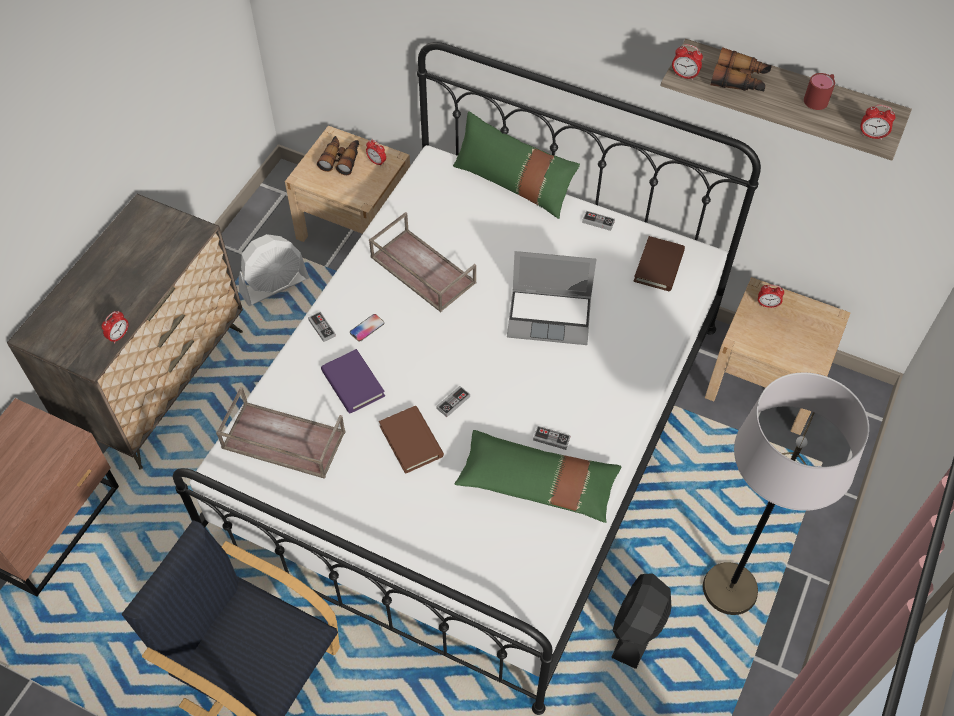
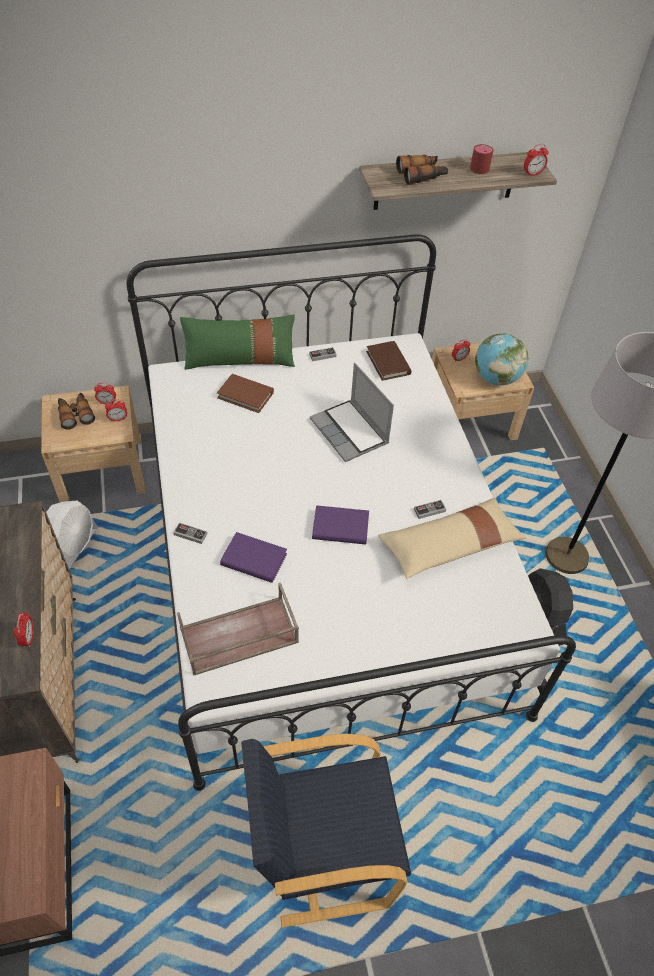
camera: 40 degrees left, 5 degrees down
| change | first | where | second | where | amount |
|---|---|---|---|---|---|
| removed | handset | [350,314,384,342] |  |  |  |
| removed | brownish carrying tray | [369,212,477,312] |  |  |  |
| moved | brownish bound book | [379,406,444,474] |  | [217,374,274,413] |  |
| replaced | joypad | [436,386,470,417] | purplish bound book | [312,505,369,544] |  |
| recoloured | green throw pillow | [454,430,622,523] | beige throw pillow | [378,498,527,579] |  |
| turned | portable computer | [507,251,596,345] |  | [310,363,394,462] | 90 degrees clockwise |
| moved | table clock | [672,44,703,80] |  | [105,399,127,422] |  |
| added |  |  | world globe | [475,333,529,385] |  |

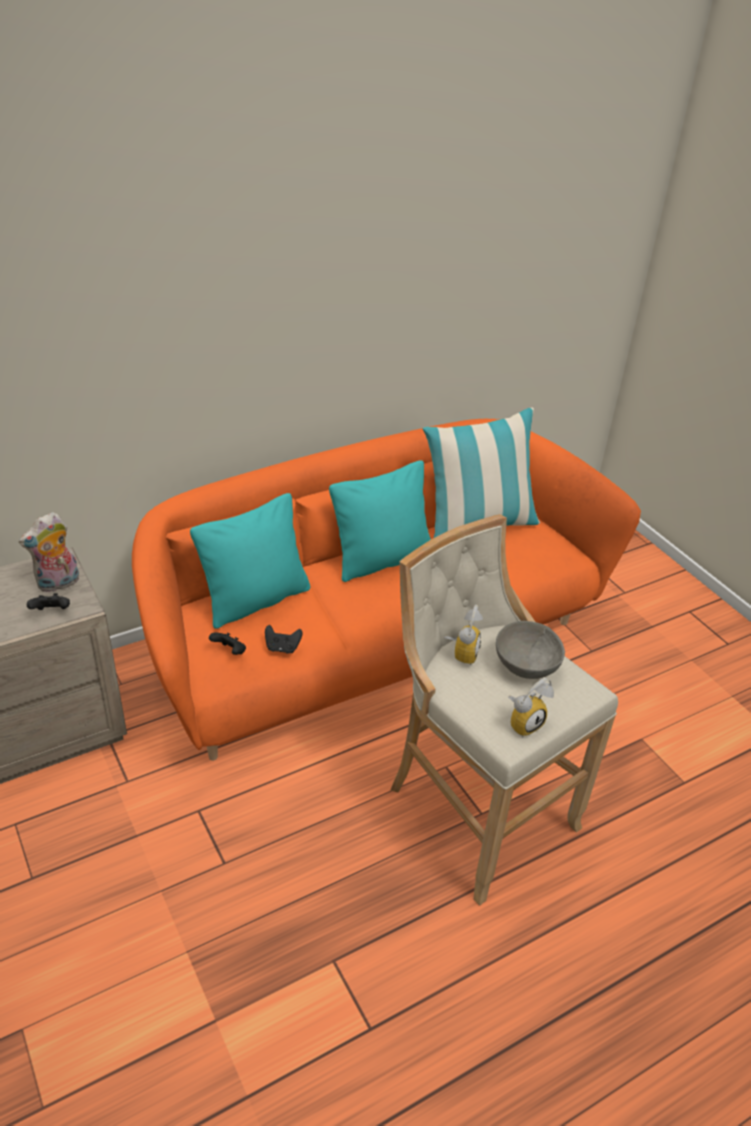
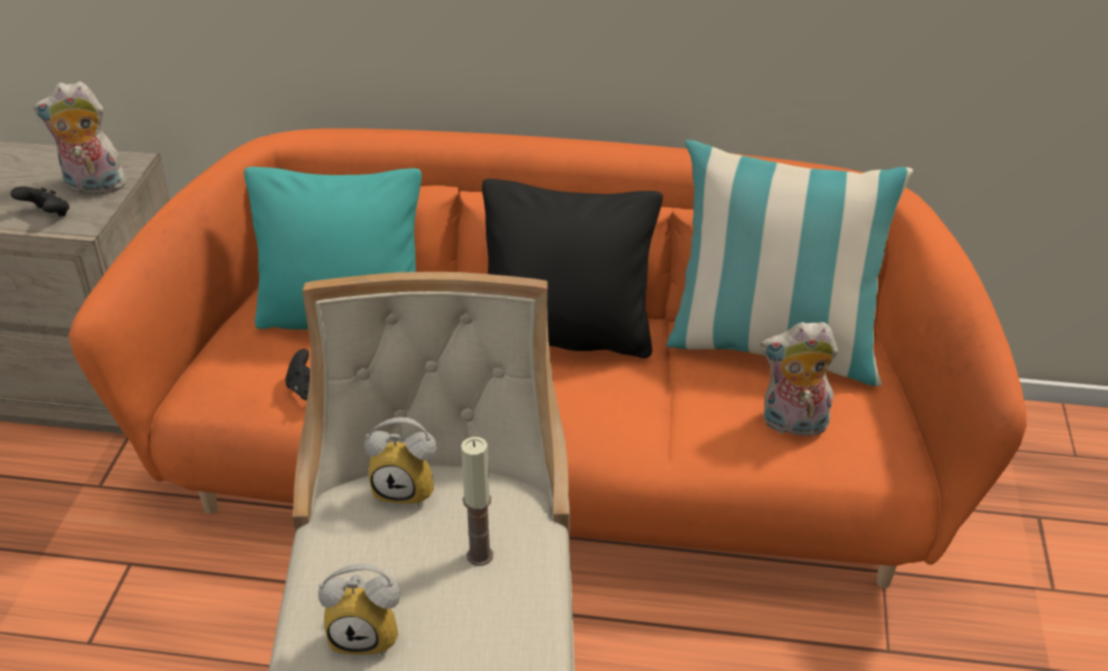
camera: 40 degrees right, 0 degrees up
| change | first | where | second | where | amount |
|---|---|---|---|---|---|
| removed | blackish joypad | [209,632,246,655] |  |  |  |
| recoloured | blue-green throw pillow | [329,460,431,582] | blackish throw pillow | [482,179,663,358] |  |
| turned | table clock | [444,605,483,665] |  | [365,417,437,506] | 45 degrees clockwise |
| replaced | grey deep dish | [496,621,565,679] | wax light | [461,437,493,566] |  |
| added |  |  | soft toy | [760,322,838,441] |  |

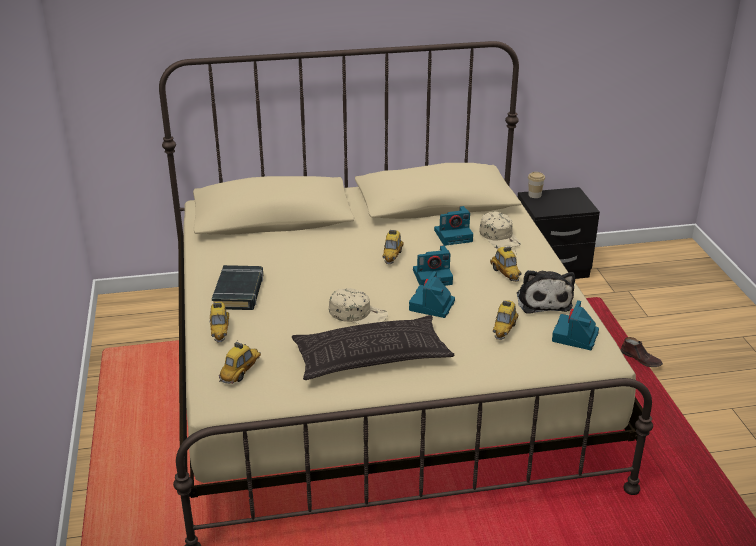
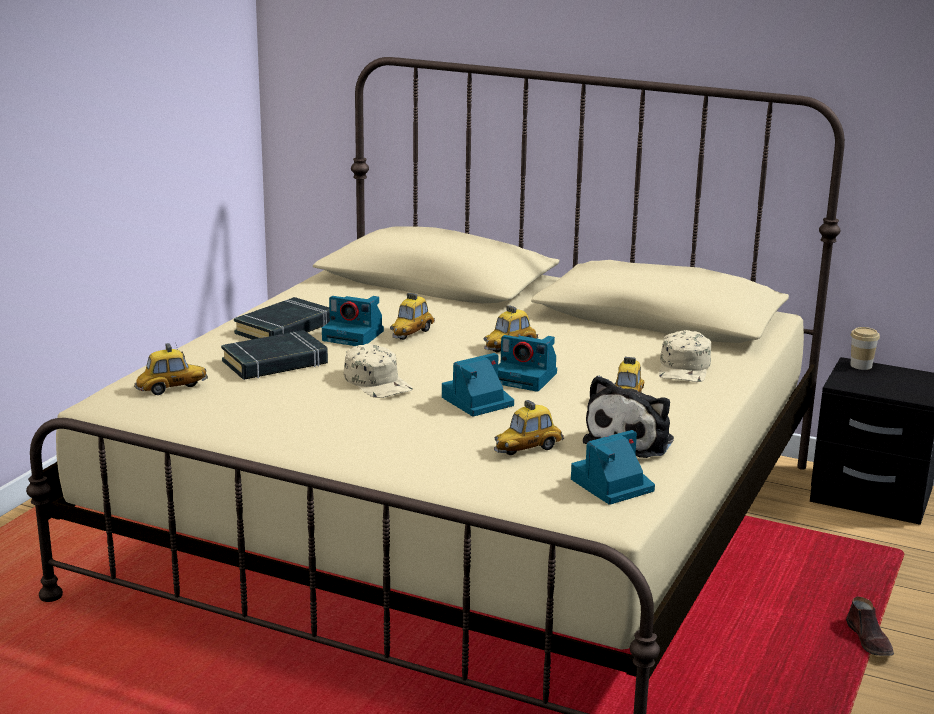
camera: 35 degrees right, 10 degrees down
| change | first | where | second | where | amount |
|---|---|---|---|---|---|
| moved | toy car | [209,302,229,343] |  | [390,293,435,340] |  |
| removed | throw pillow | [292,315,455,380] |  |  |  |
| moved | still camera | [434,206,473,246] |  | [322,296,384,346] |  |
| added |  |  | blackish bound book | [221,330,328,380] |  |

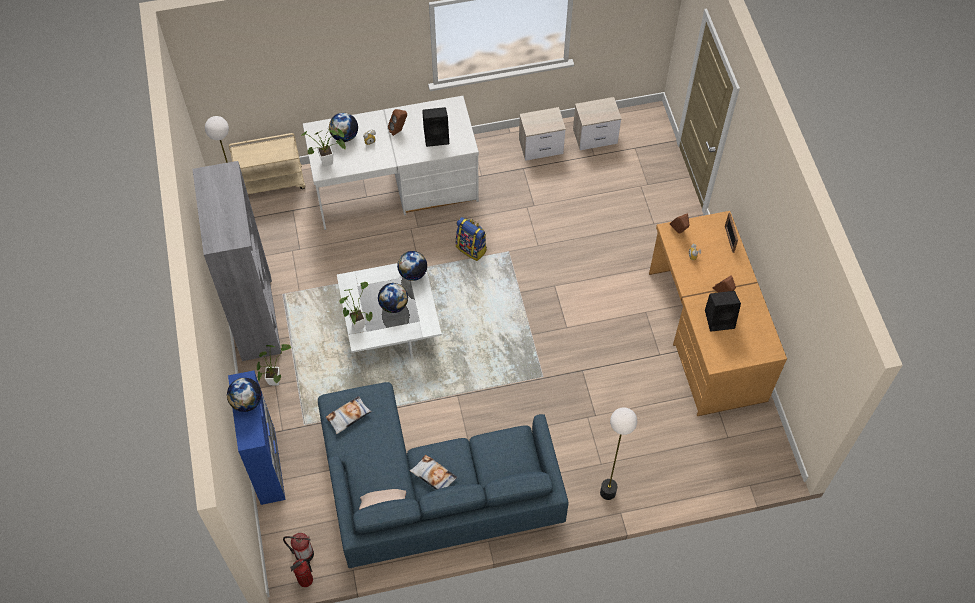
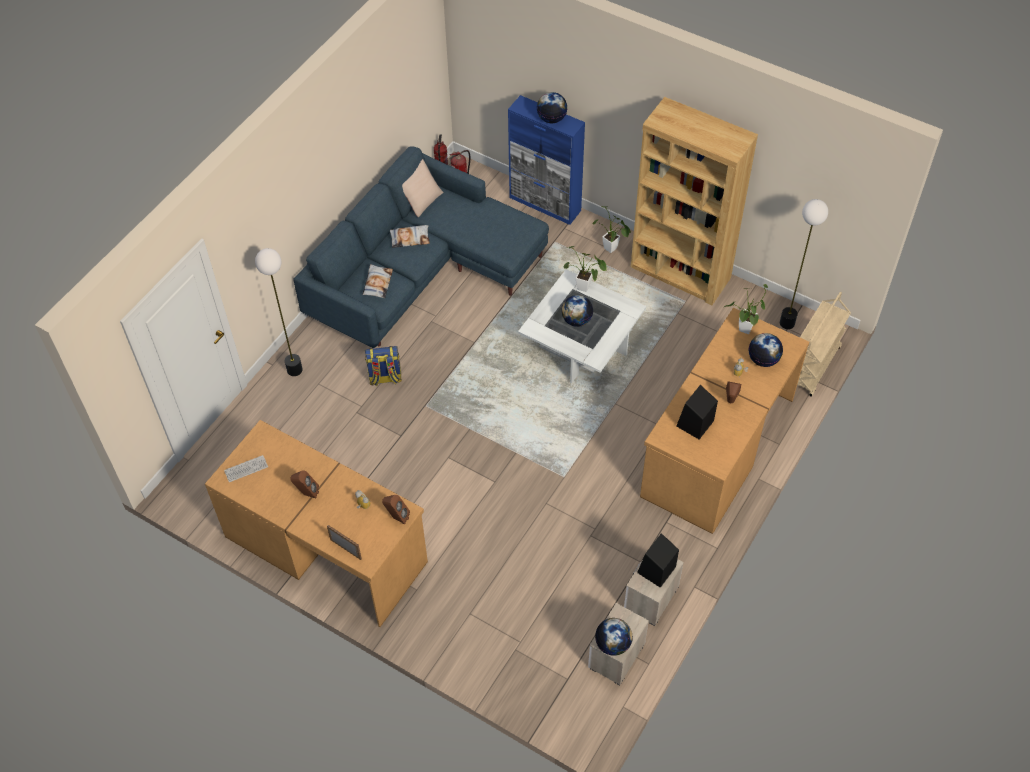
camera: 135 degrees right, 5 degrees down
| change | first | where | second | where | amount |
|---|---|---|---|---|---|
| recoloured | grey bookshelf | [192,161,281,361] | brownish bookshelf | [631,97,758,305] |  |
| recoloured | white-coloured desk unit | [303,96,479,230] | brownish desk unit | [640,308,809,534] |  |
| moved | throw pillow | [325,396,372,434] |  | [362,264,393,298] |  |
| moved | world globe | [397,251,427,281] |  | [595,618,633,656] |  |
| moved | backpack | [456,217,487,261] |  | [365,346,402,386] |  |
| moved | blackish loudspeaker | [705,291,741,332] |  | [637,533,679,588] |  |
| added |  |  | PC keyboard | [224,455,268,482] |  |

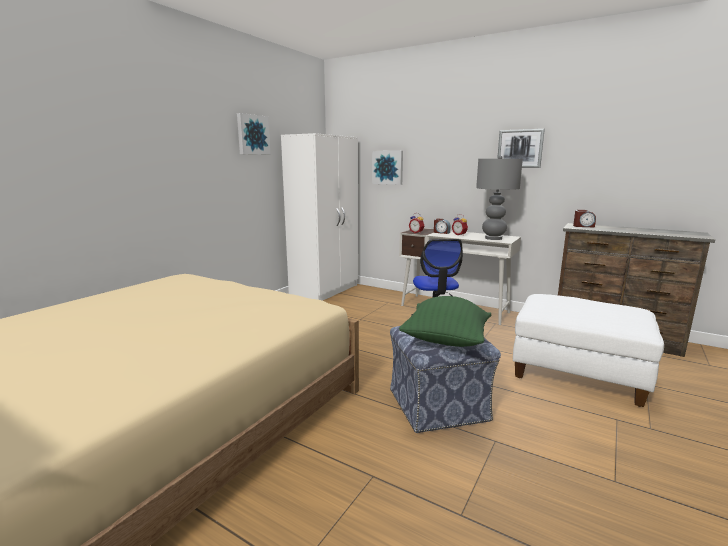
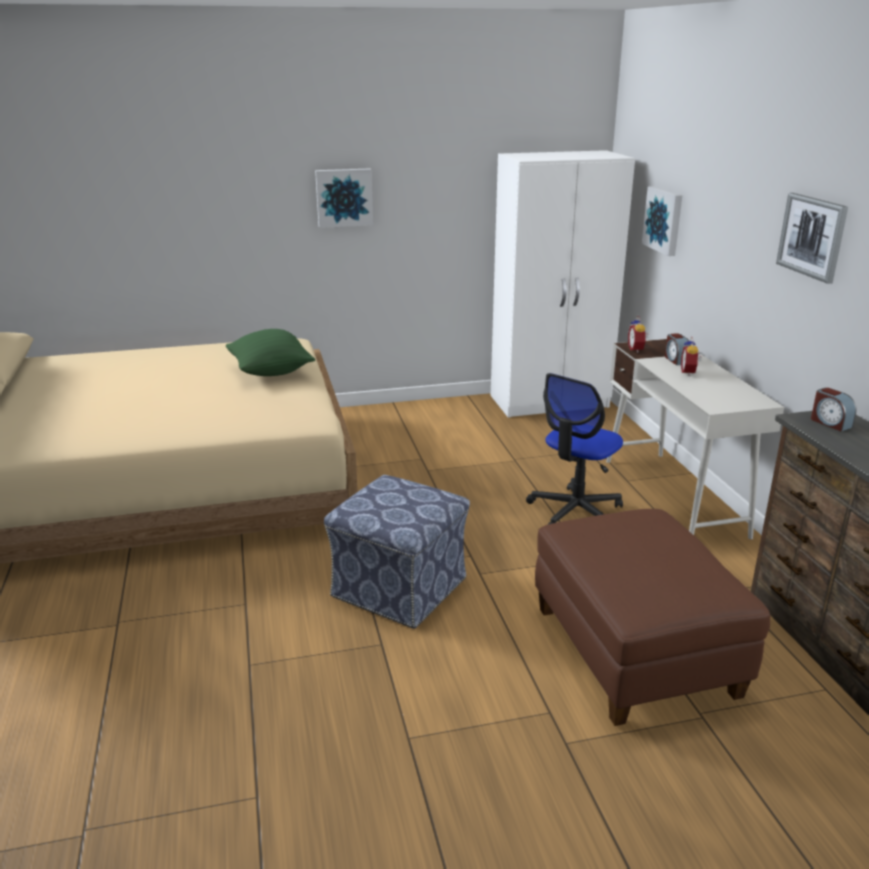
camera: 45 degrees right, 10 degrees up
| change | first | where | second | where | amount |
|---|---|---|---|---|---|
| moved | wall picture | [237,113,270,155] |  | [315,169,373,228] |  |
| moved | green throw pillow | [399,296,492,347] |  | [226,329,315,376] |  |
| removed | grey lamp for a table | [476,155,523,240] |  |  |  |
| recoloured | white-coloured ottoman | [513,294,664,407] | brownish ottoman | [535,509,770,726] |  |

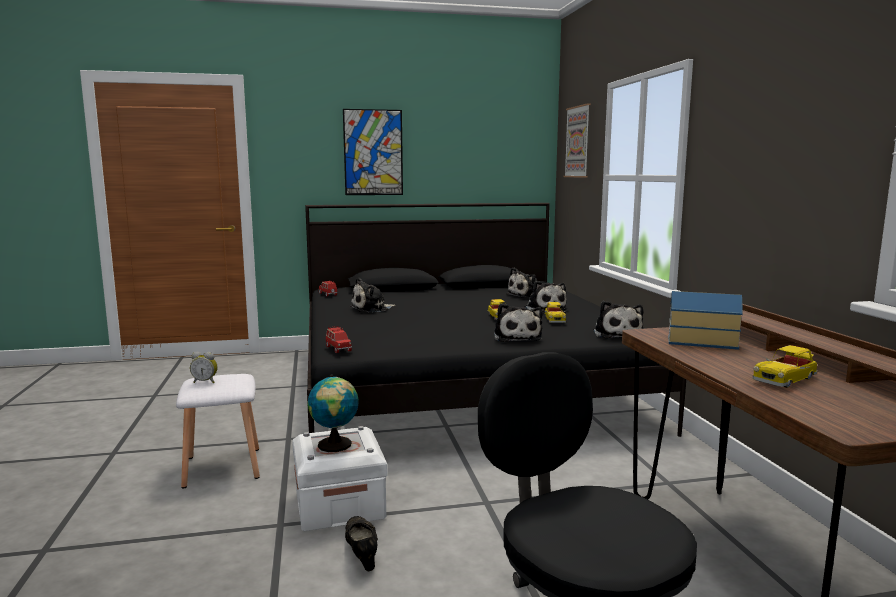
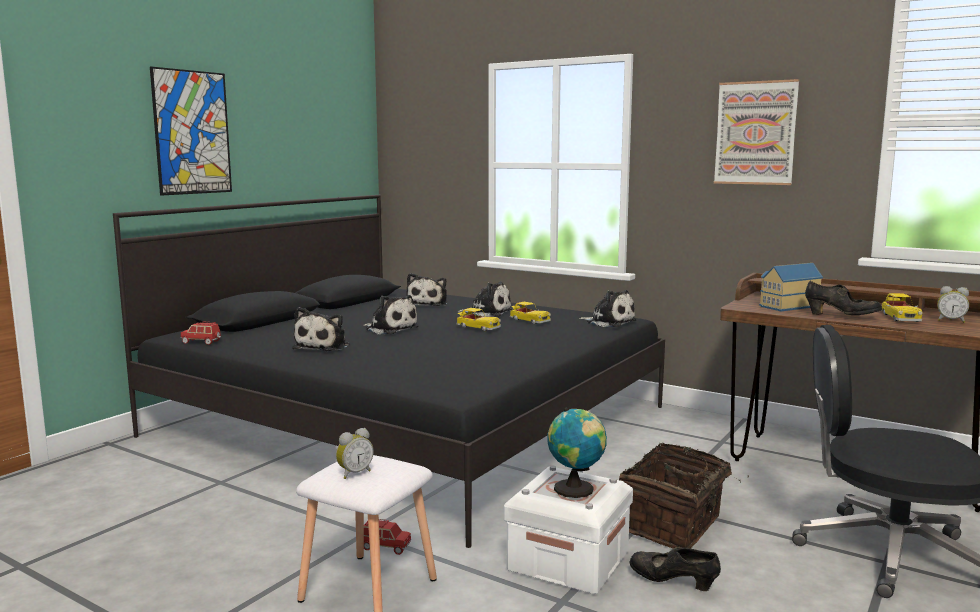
camera: 45 degrees left, 0 degrees up
| change | first | where | second | where | amount |
|---|---|---|---|---|---|
| moved | red toy car | [326,326,352,353] |  | [364,519,411,555] |  |
| moved | soft toy | [494,303,542,342] |  | [363,295,419,334] |  |
| moved | wall picture | [564,103,591,178] |  | [714,79,799,185] |  |
| added |  |  | household basket | [619,443,749,549] |  |
| added |  |  | blackish item of footwear | [805,281,882,315] |  |
| added |  |  | table clock | [937,286,969,323] |  |

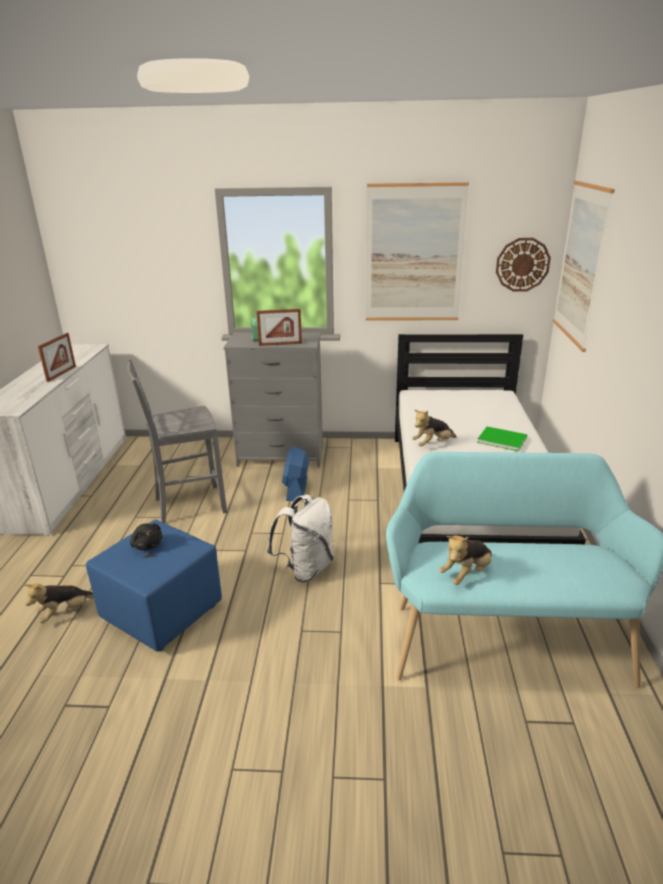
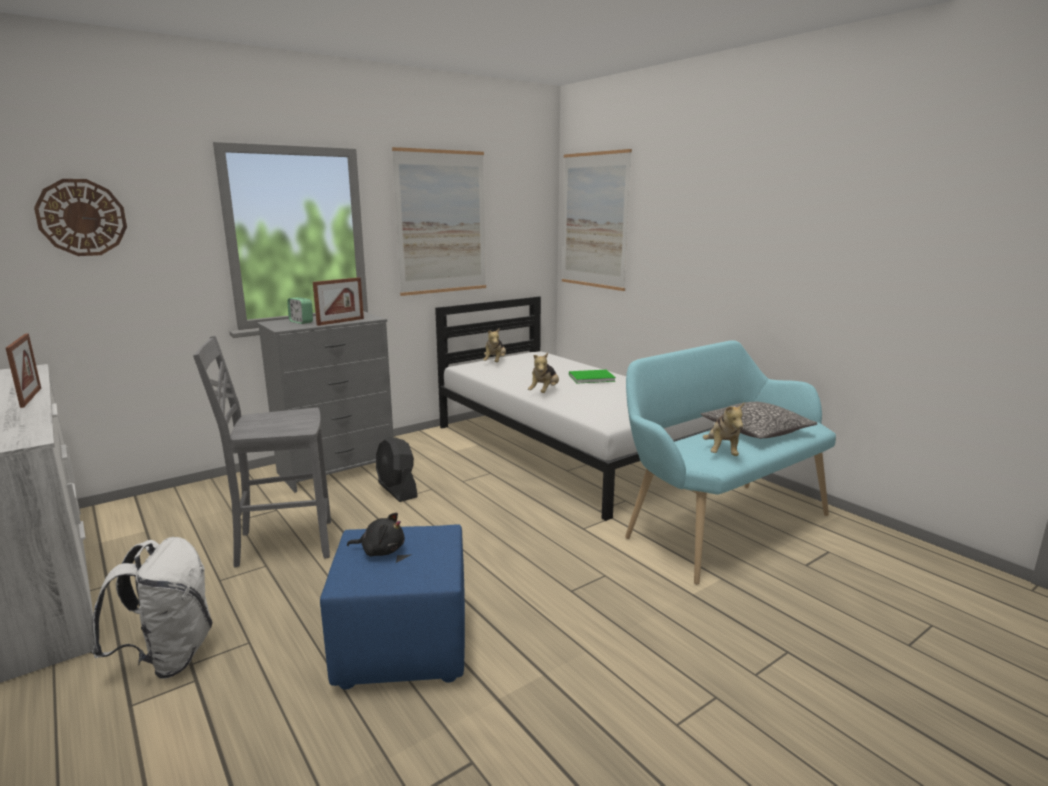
camera: 40 degrees left, 10 degrees down
| change | first | where | second | where | amount |
|---|---|---|---|---|---|
| moved | soft toy | [24,584,94,623] |  | [483,328,506,362] |  |
| turned | grey upright chair | [127,359,227,523] |  | [193,336,331,568] | 45 degrees clockwise |
| moved | white-coloured backpack | [267,495,334,582] |  | [92,537,213,679] |  |
| recoloured | bluish cooling fan | [282,446,309,501] | blackish cooling fan | [376,436,418,502] |  |
| moved | wall clock | [496,238,551,292] |  | [34,179,127,256] |  |
| added |  |  | throw pillow | [701,402,817,439] |  |

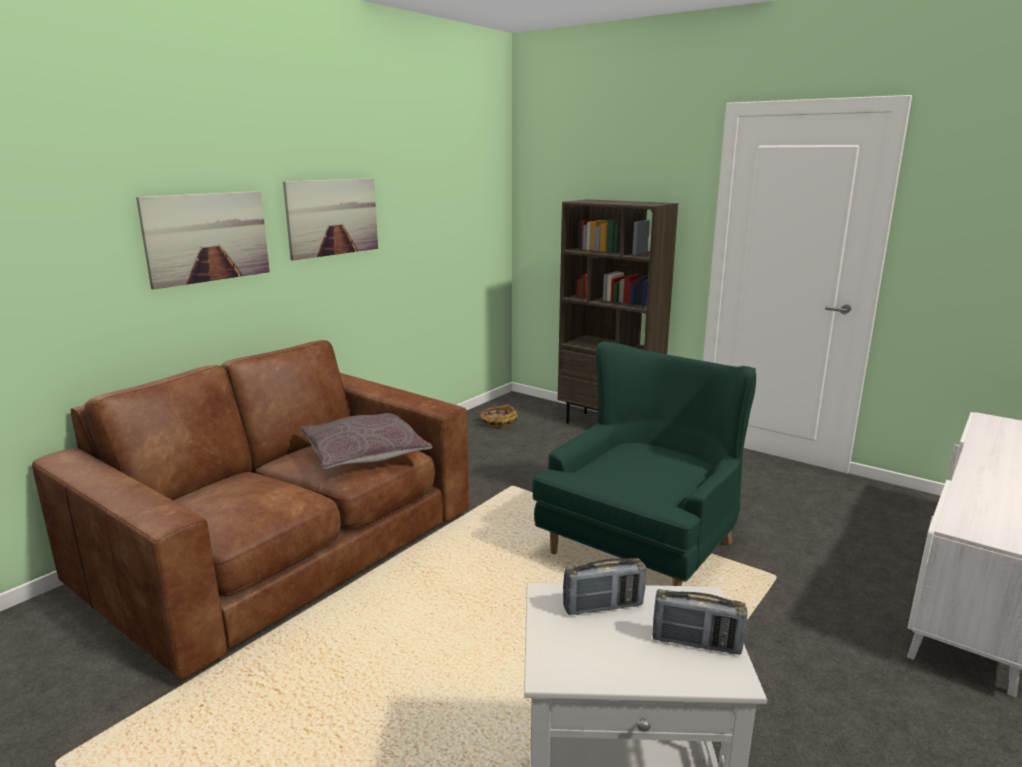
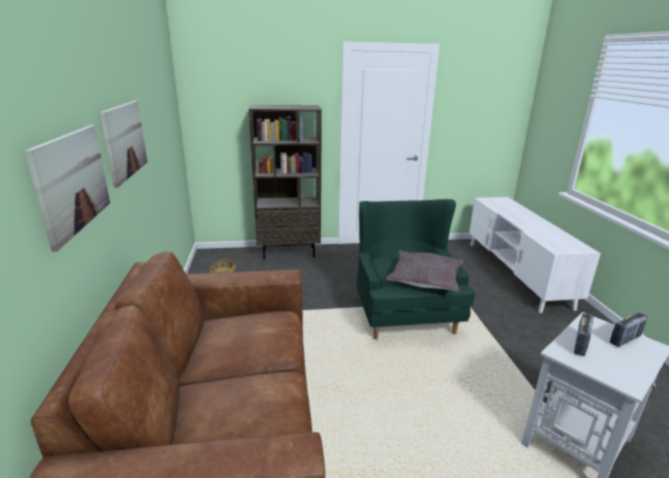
camera: 45 degrees left, 5 degrees up
| change | first | where | second | where | amount |
|---|---|---|---|---|---|
| moved | grey throw pillow | [300,413,432,469] |  | [386,250,463,292] |  |

